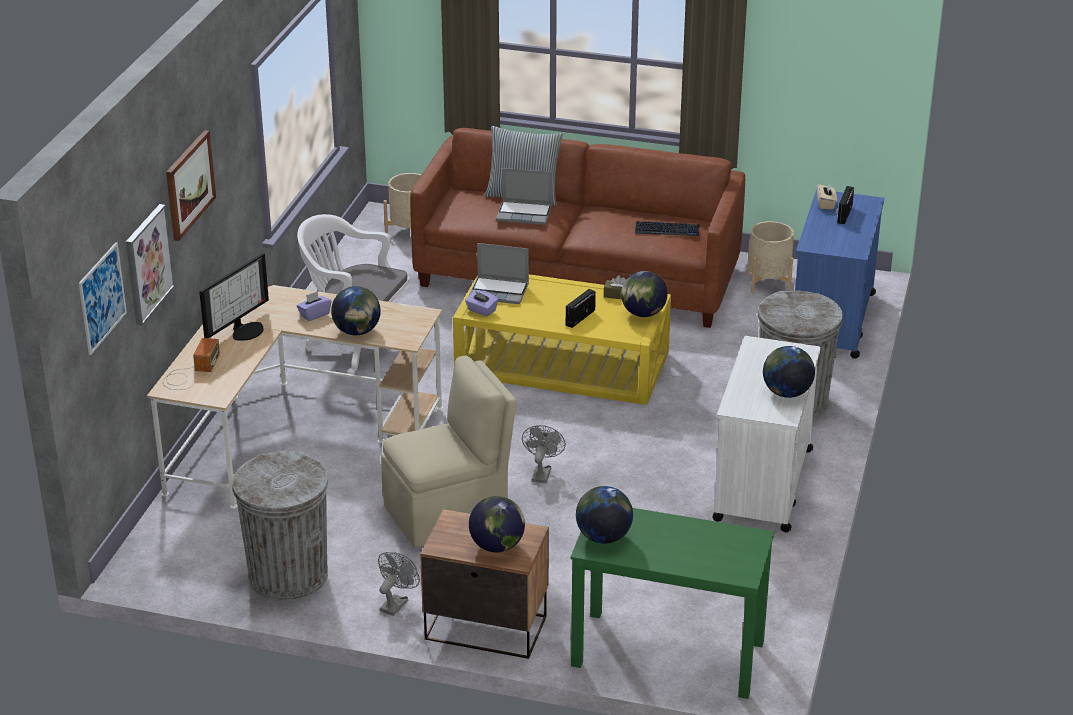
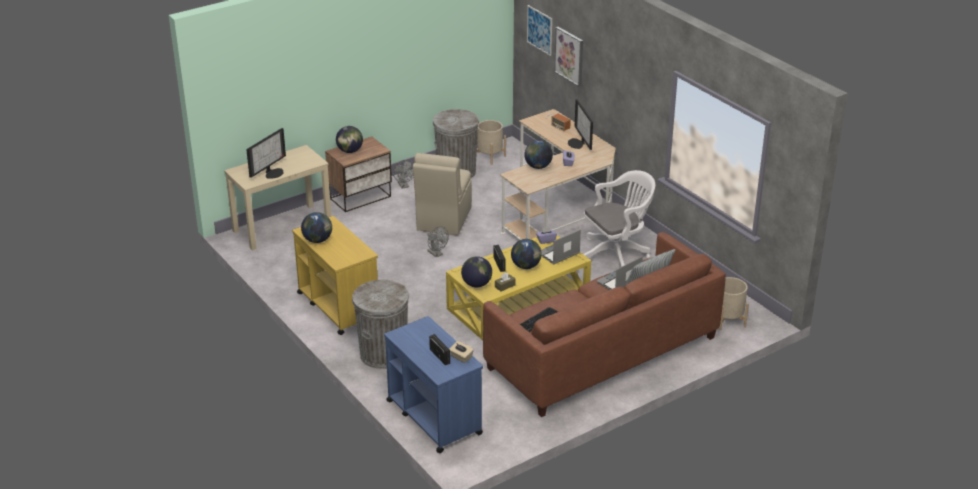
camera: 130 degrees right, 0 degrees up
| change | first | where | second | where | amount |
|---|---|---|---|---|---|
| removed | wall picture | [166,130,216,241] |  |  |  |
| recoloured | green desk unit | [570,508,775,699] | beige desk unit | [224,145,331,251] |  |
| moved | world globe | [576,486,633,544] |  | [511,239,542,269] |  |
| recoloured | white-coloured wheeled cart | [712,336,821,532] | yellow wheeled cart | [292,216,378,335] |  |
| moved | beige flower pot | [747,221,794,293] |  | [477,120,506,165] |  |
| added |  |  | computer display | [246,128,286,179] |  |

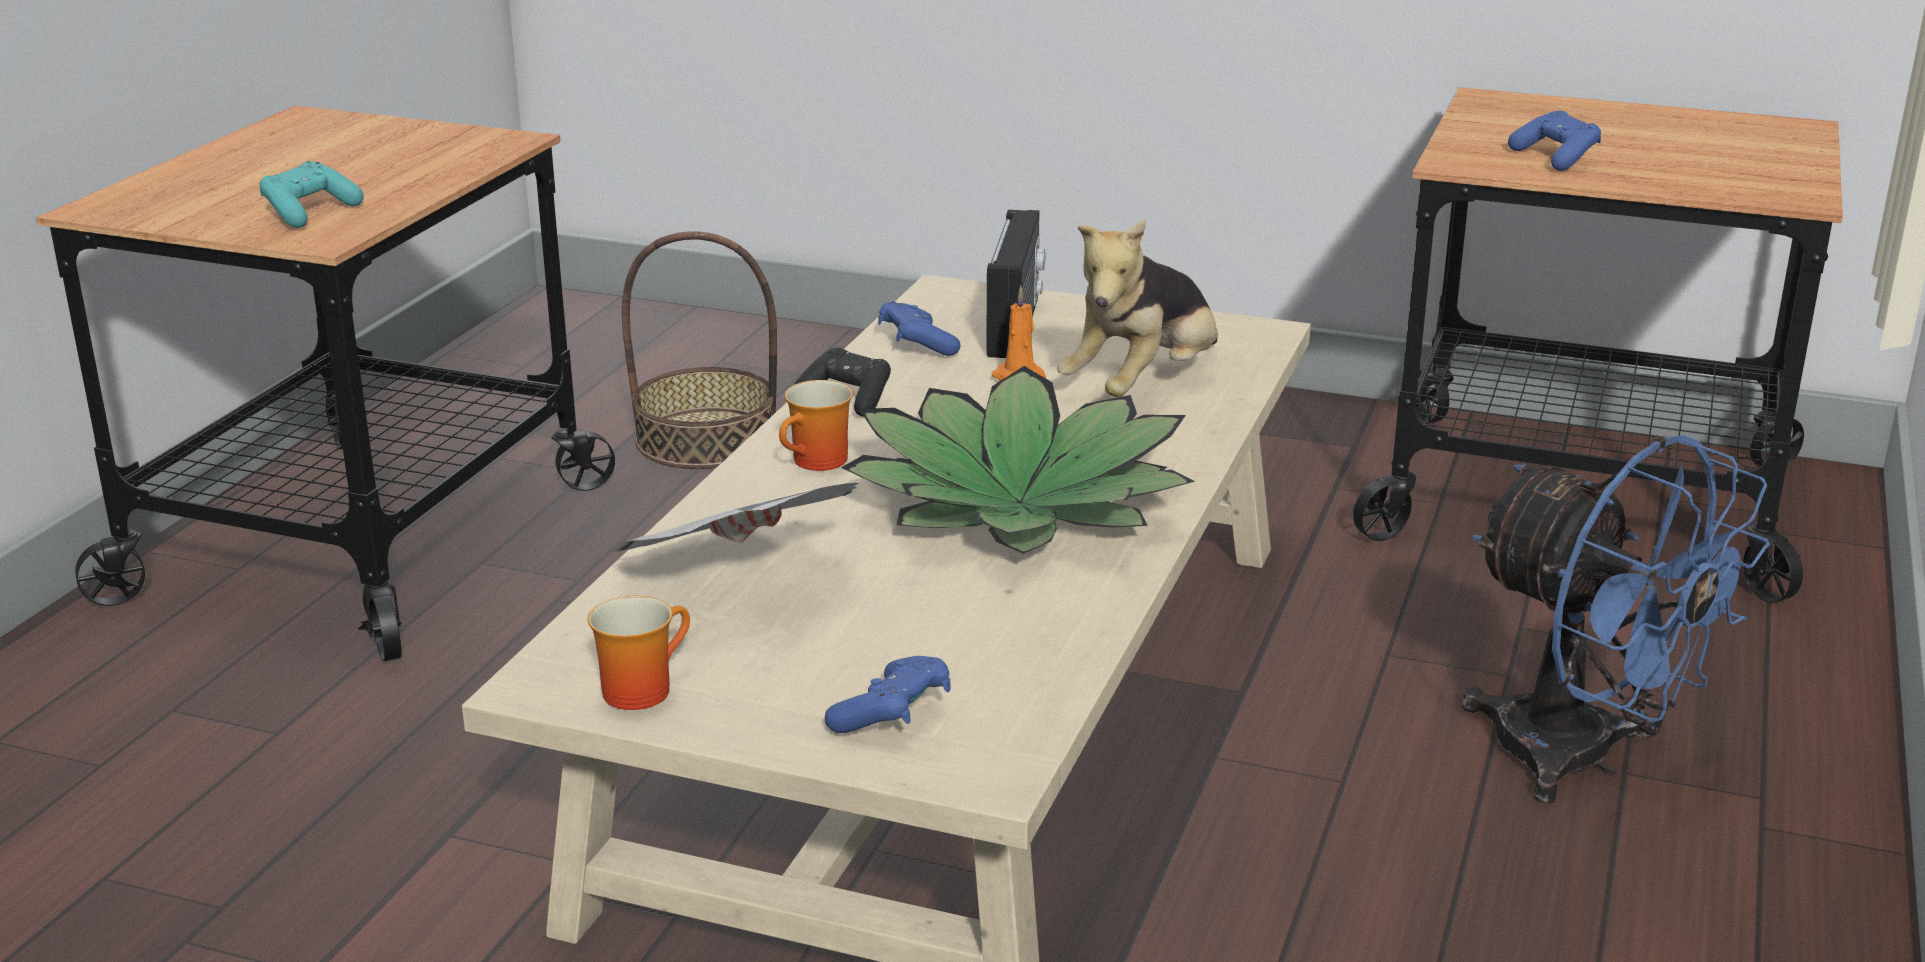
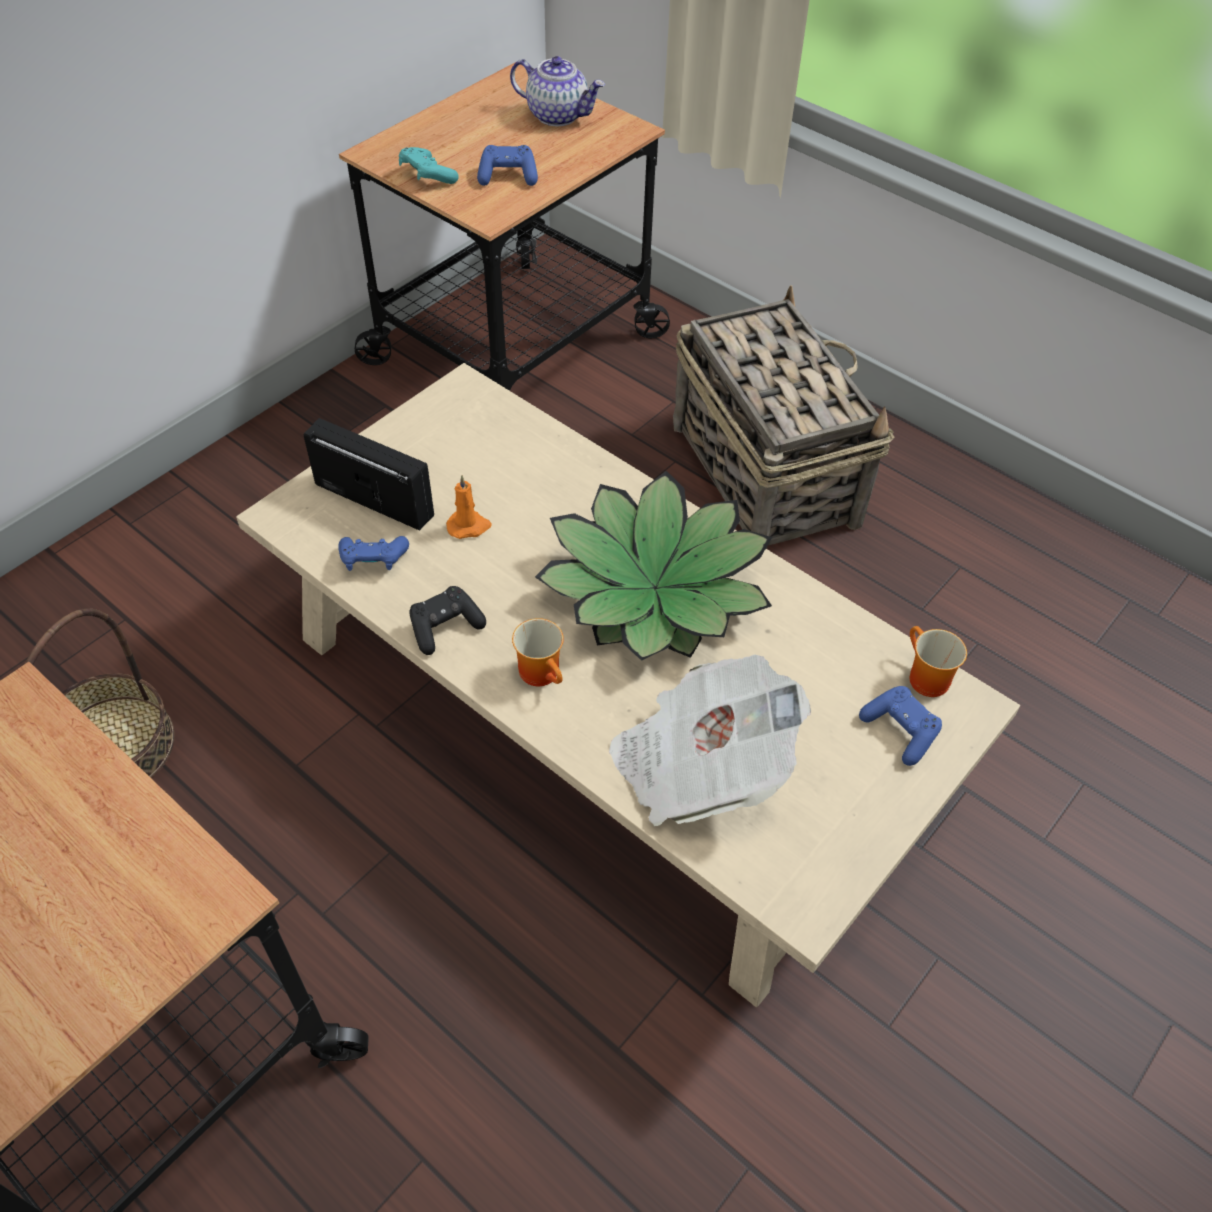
camera: 70 degrees left, 25 degrees up
| change | first | where | second | where | amount |
|---|---|---|---|---|---|
| moved | blue-green joypad | [259,161,364,228] |  | [399,147,459,184] |  |
| moved | tea mug | [588,596,690,710] |  | [910,626,967,697] |  |
| removed | soft toy | [1057,219,1218,397] |  |  |  |
| replaced | bluish cooling fan | [1462,435,1770,804] | household basket | [673,285,895,549] |  |
| added |  |  | tea pot | [510,56,605,126] |  |

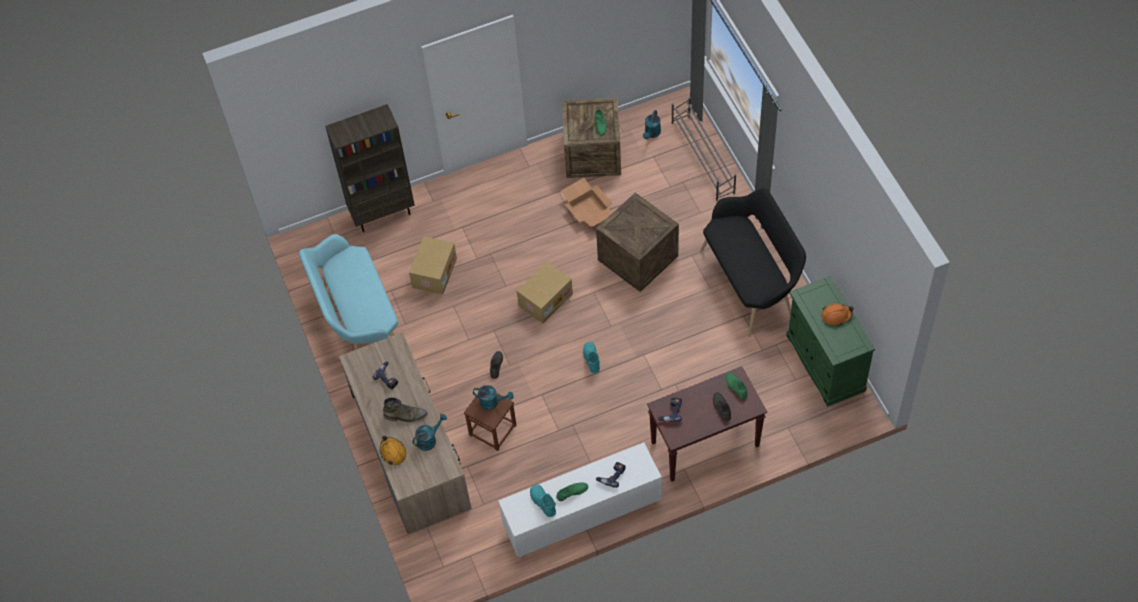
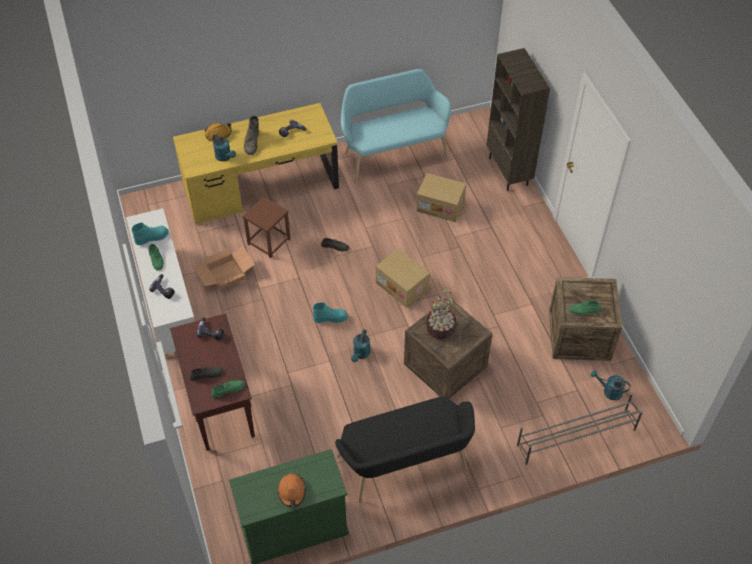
camera: 90 degrees right, 5 degrees down
| change | first | where | second | where | amount |
|---|---|---|---|---|---|
| recoloured | brownish desk unit | [339,332,472,534] | yellow desk unit | [173,103,339,224] |  |
| moved | blue-green watering pot | [473,385,513,410] |  | [351,329,371,362] |  |
| moved | cardboard box | [561,178,613,227] |  | [194,246,255,290] |  |
| added |  |  | potted plant | [426,287,457,339] |  |

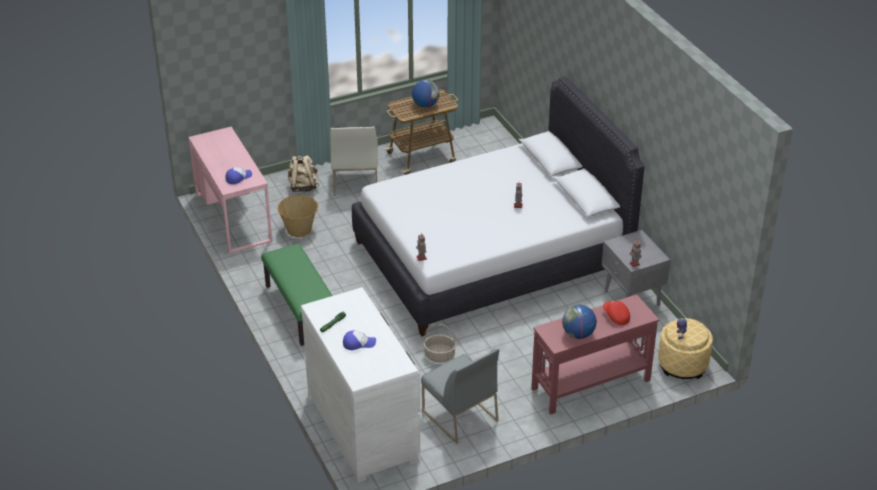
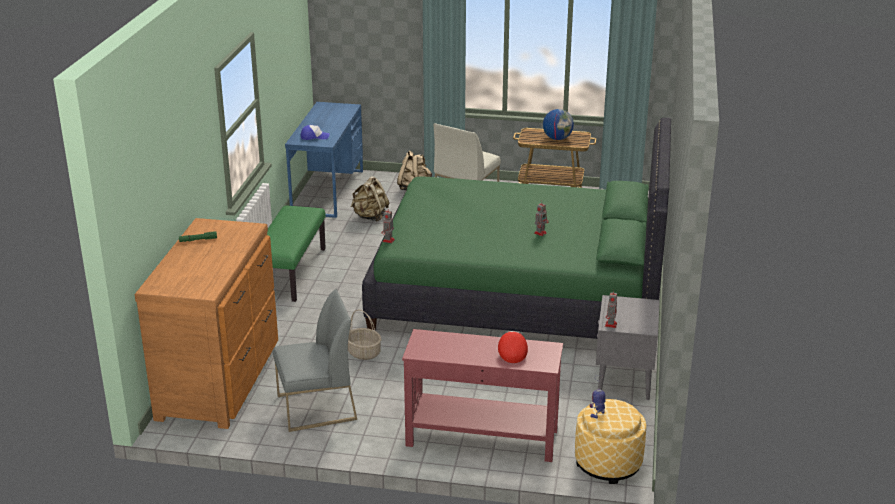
camera: 35 degrees right, 10 degrees down
| change | first | where | second | where | amount |
|---|---|---|---|---|---|
| recoloured | pink-coloured desk unit | [188,127,272,253] | bluish desk unit | [285,102,363,218] |  |
| replaced | household basket | [278,195,318,237] | beige backpack | [351,176,389,222] |  |
| recoloured | white-coloured drawer chest | [301,287,420,483] | brownish drawer chest | [135,218,278,429] |  |
| removed | baseball cap | [343,330,376,350] |  |  |  |
| recoloured | white-coloured sleeping bed | [352,77,644,336] | green sleeping bed | [362,118,671,339] |  |
| turned | grey upright chair | [421,348,499,444] |  | [273,289,357,432] | 105 degrees counterclockwise |
| removed | world globe | [562,305,597,339] |  |  |  |

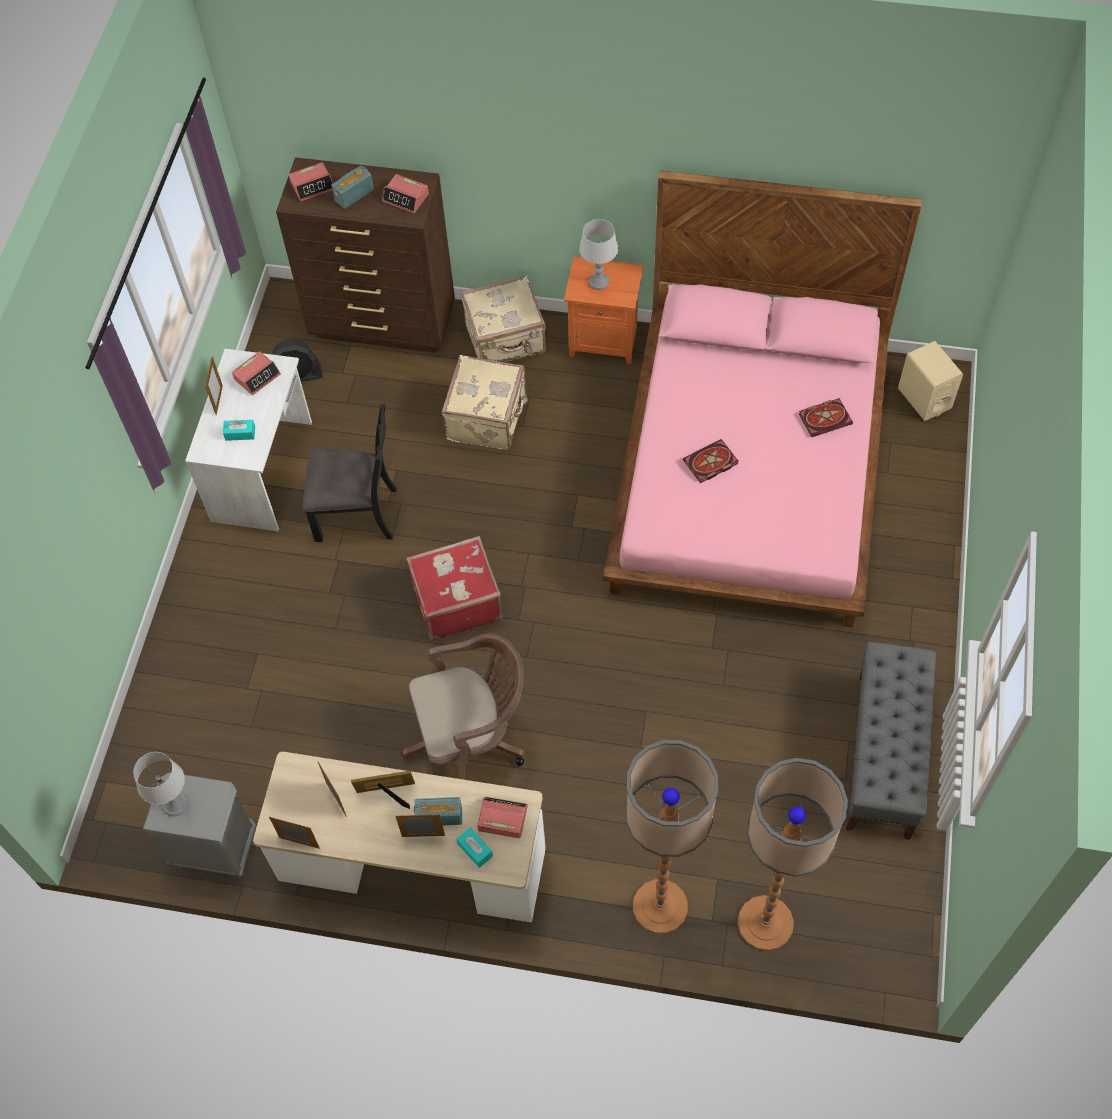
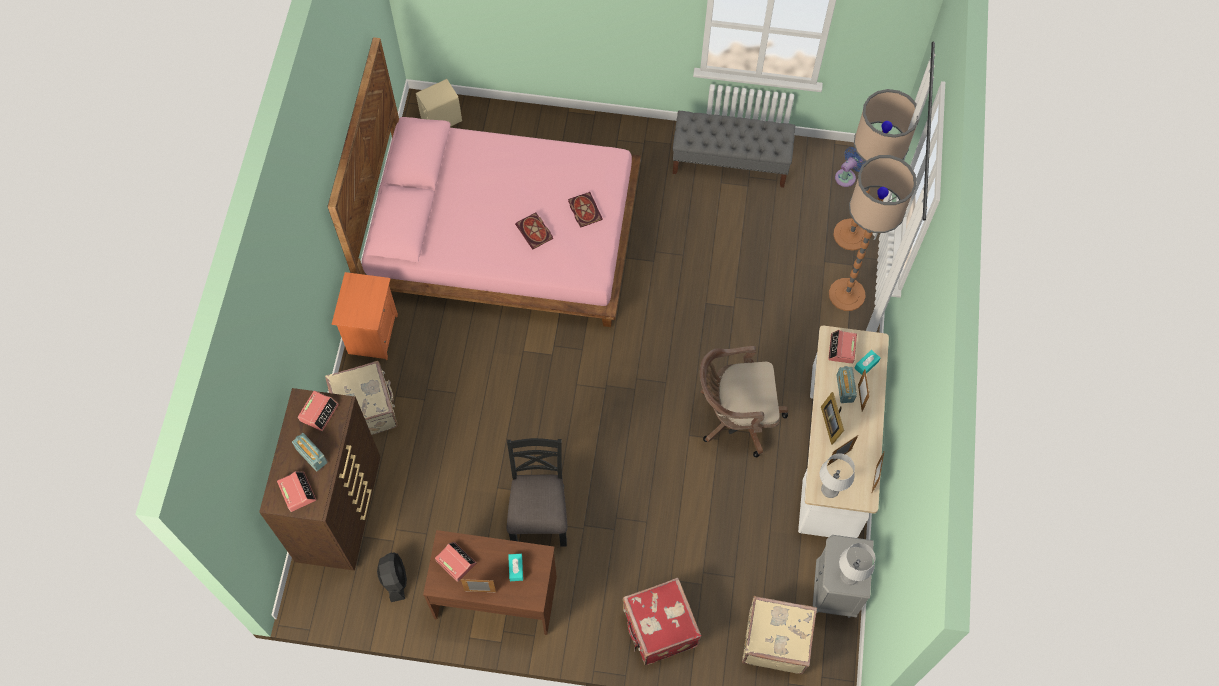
camera: 95 degrees left, 5 degrees up
| change | first | where | second | where | amount |
|---|---|---|---|---|---|
| recoloured | white-coloured desk unit | [185,349,312,531] | brownish desk unit | [423,530,557,635] |  |
| turned | brownish office chair | [402,633,525,780] |  | [700,346,788,457] | 75 degrees counterclockwise |
| moved | red suitcase | [406,536,502,640] |  | [623,578,701,665] |  |
| moved | beige suitcase | [441,355,528,450] |  | [742,596,817,674] |  |
| moved | grey lamp for a table | [579,219,618,290] |  | [820,453,855,498] |  |
| moved | bound book | [799,398,853,437] |  | [568,192,603,228] |  |
| added |  |  | bluish cooling fan | [835,147,865,187] |  |

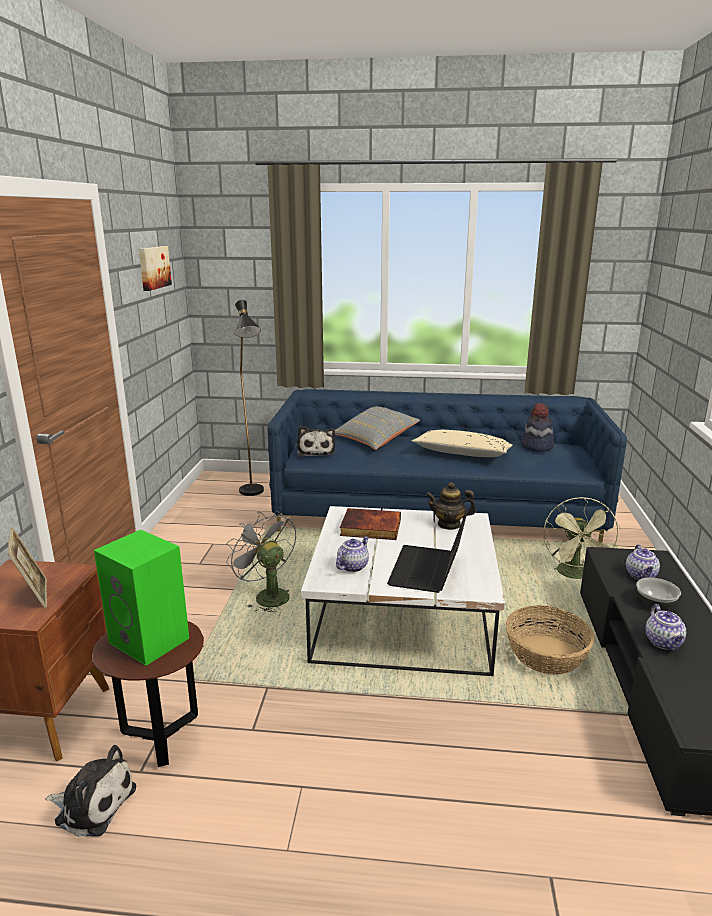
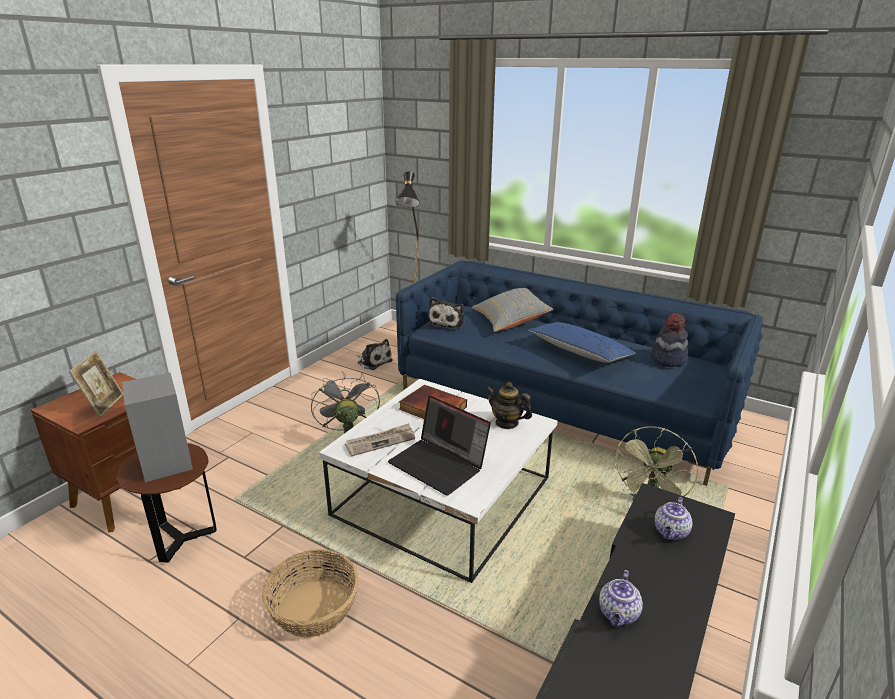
camera: 25 degrees right, 5 degrees up
| change | first | where | second | where | amount |
|---|---|---|---|---|---|
| moved | soft toy | [45,745,136,837] |  | [356,339,393,370] |  |
| recoloured | green loudspeaker | [94,530,189,666] | grey loudspeaker | [122,372,193,482] |  |
| removed | wall picture | [139,246,172,291] |  |  |  |
| replaced | tea pot | [336,536,369,572] | printed paper | [345,423,415,456] |  |
| turned | portable computer | [387,510,468,593] |  | [388,395,491,495] | 90 degrees counterclockwise |
| recoloured | beige throw pillow | [412,430,513,457] | bluish throw pillow | [528,322,636,363] |  |
| moved | household basket | [506,605,594,675] |  | [262,549,359,638] |  |
| removed | deep dish | [636,577,681,609] |  |  |  |

